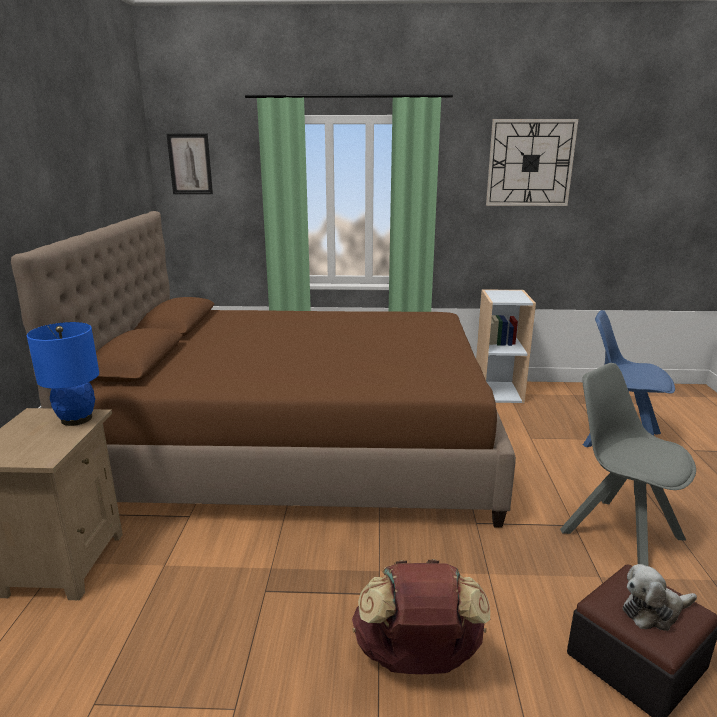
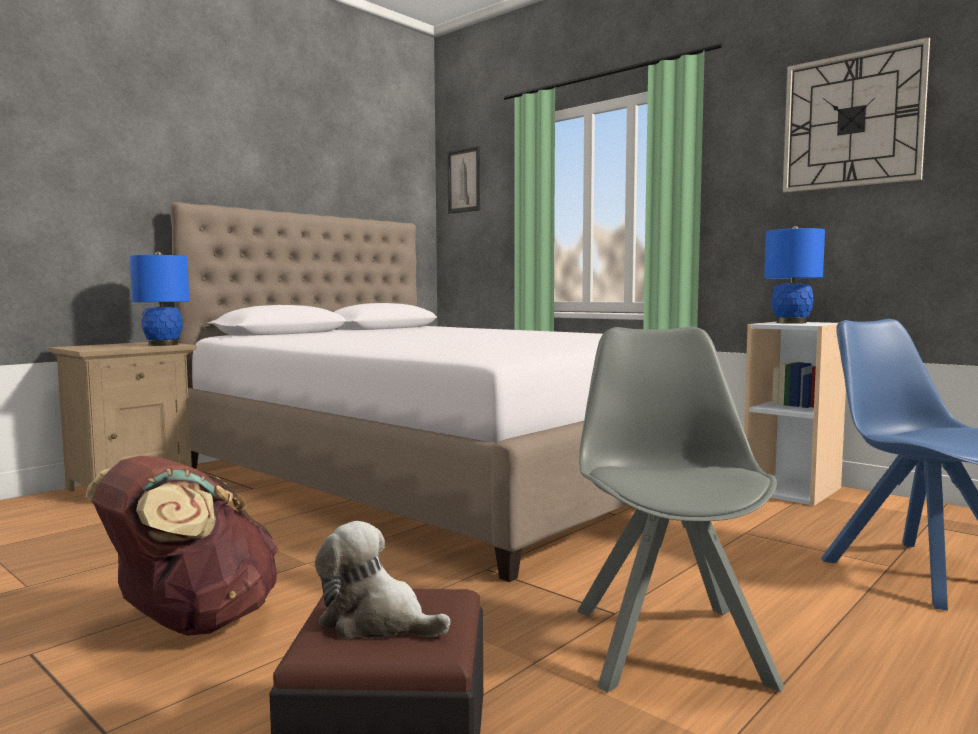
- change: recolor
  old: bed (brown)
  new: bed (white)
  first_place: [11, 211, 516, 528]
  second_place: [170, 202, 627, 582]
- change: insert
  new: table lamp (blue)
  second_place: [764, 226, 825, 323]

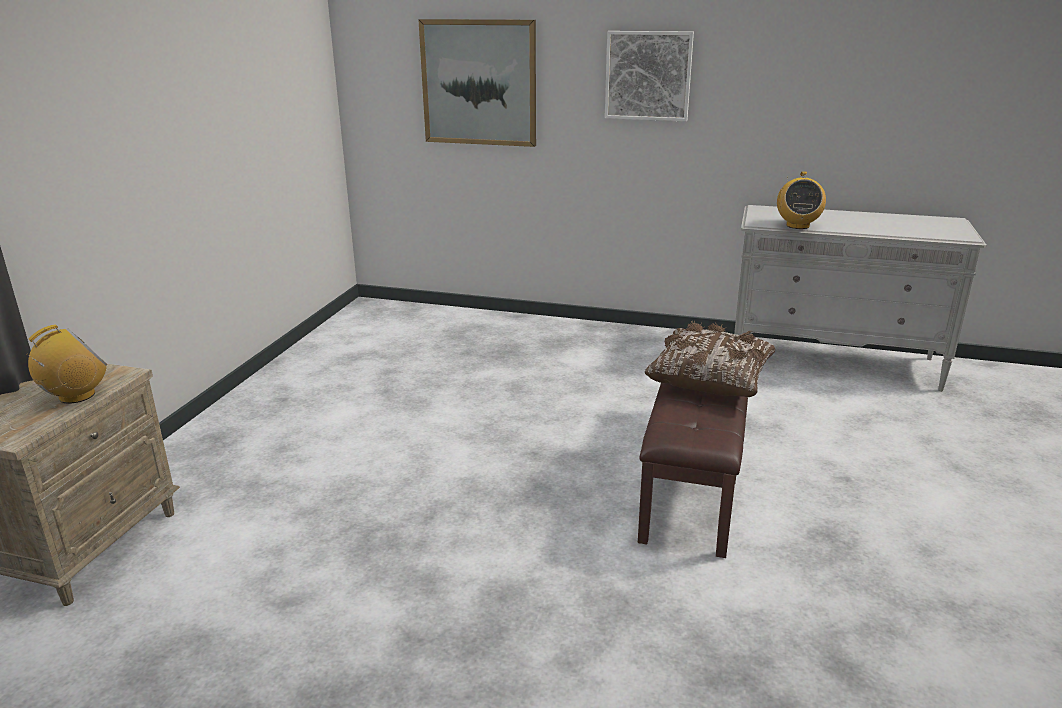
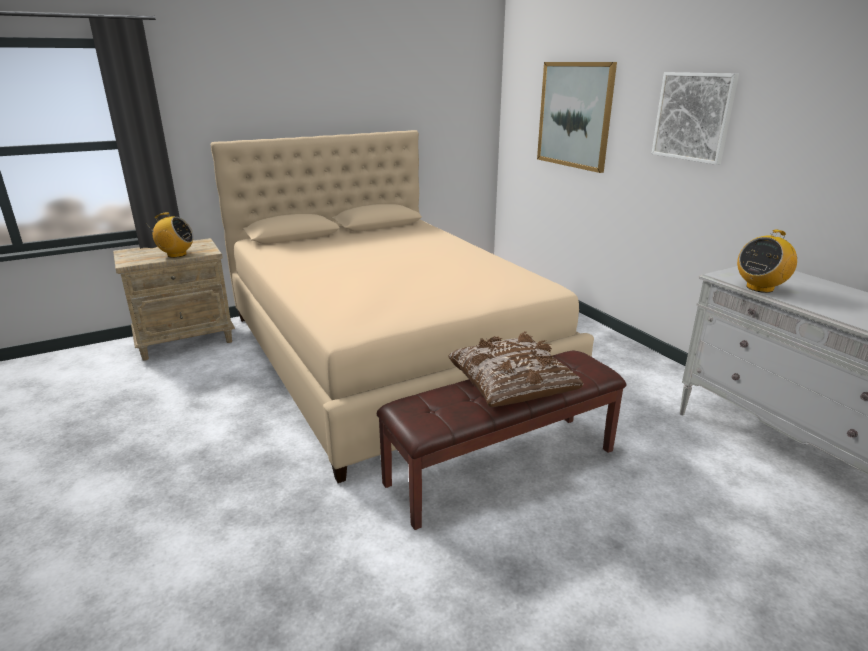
- change: insert
  new: bed (beige)
  second_place: [211, 130, 594, 483]

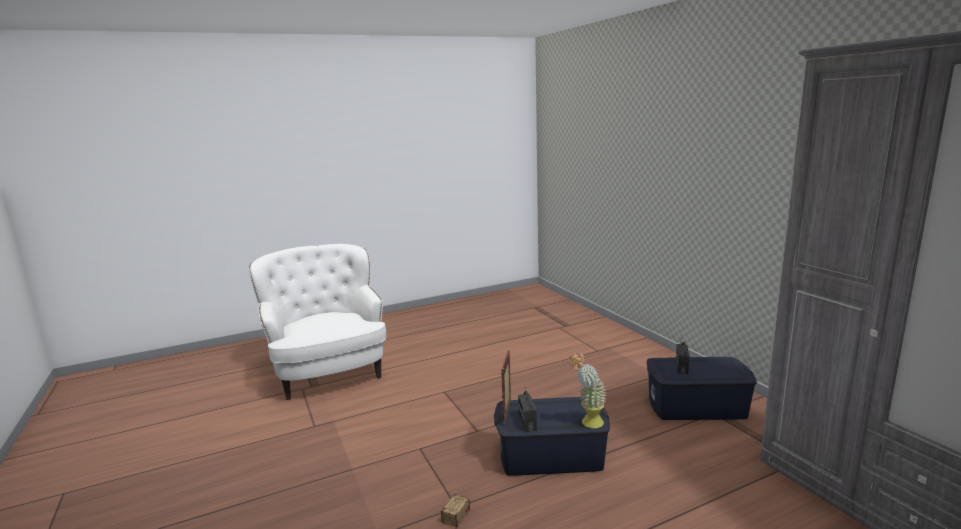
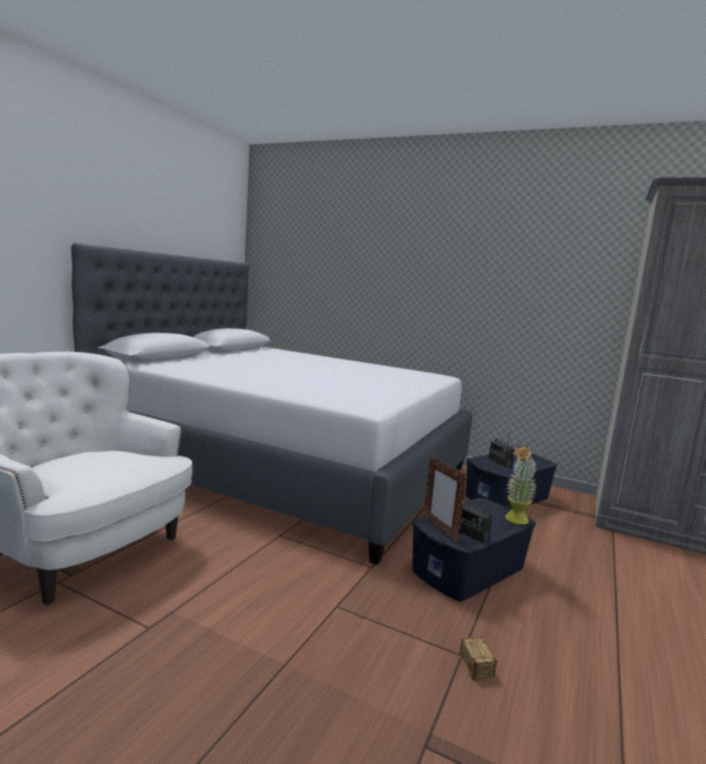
- change: insert
  new: bed (white)
  second_place: [71, 243, 472, 565]

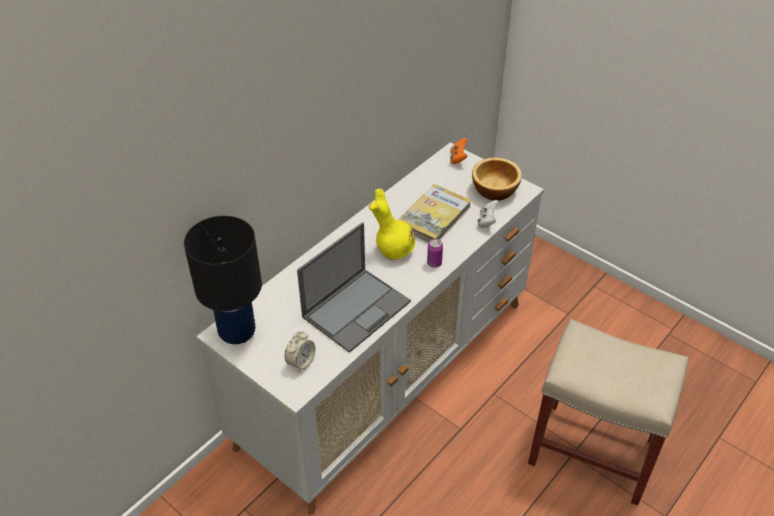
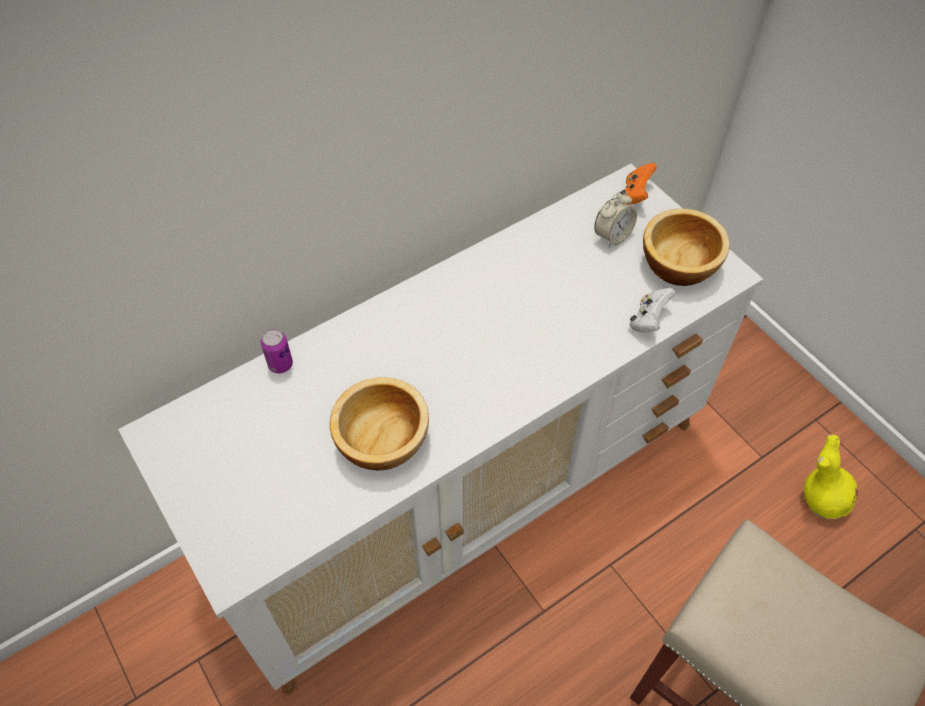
- change: delete
  old: book
  first_place: [398, 184, 472, 243]
- change: move
  old: vase (yellow)
  first_place: [369, 189, 415, 260]
  second_place: [804, 434, 858, 519]
- change: delete
  old: table lamp (black)
  first_place: [184, 216, 262, 344]
- change: replace
  old: laptop
  new: bowl
  first_place: [297, 222, 411, 353]
  second_place: [330, 377, 429, 470]
- change: move
  old: can
  first_place: [427, 239, 443, 267]
  second_place: [260, 329, 293, 373]
- change: move
  old: alarm clock
  first_place: [285, 331, 315, 372]
  second_place: [594, 191, 637, 248]

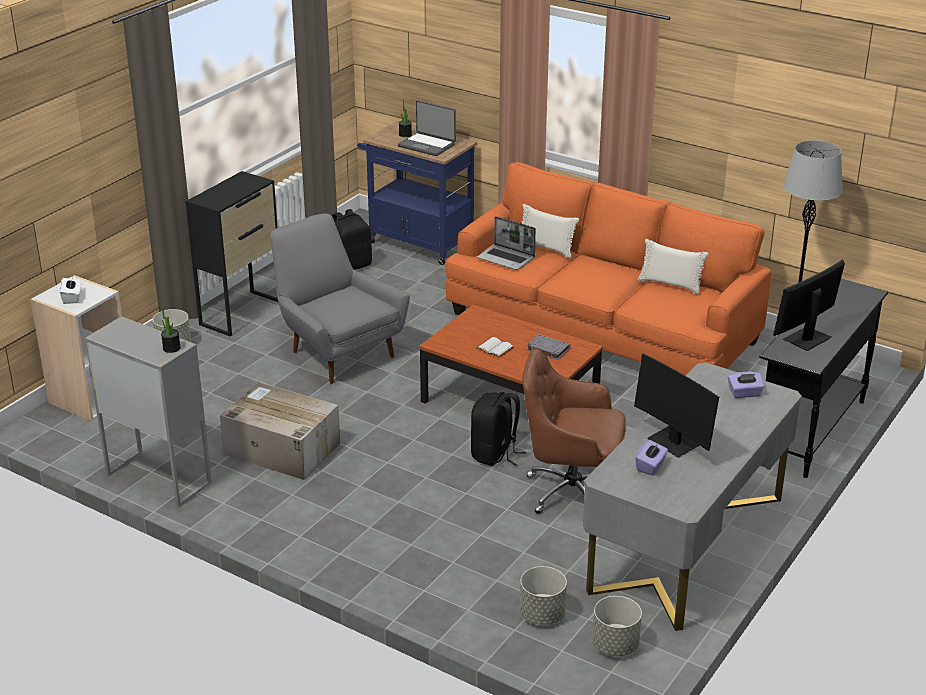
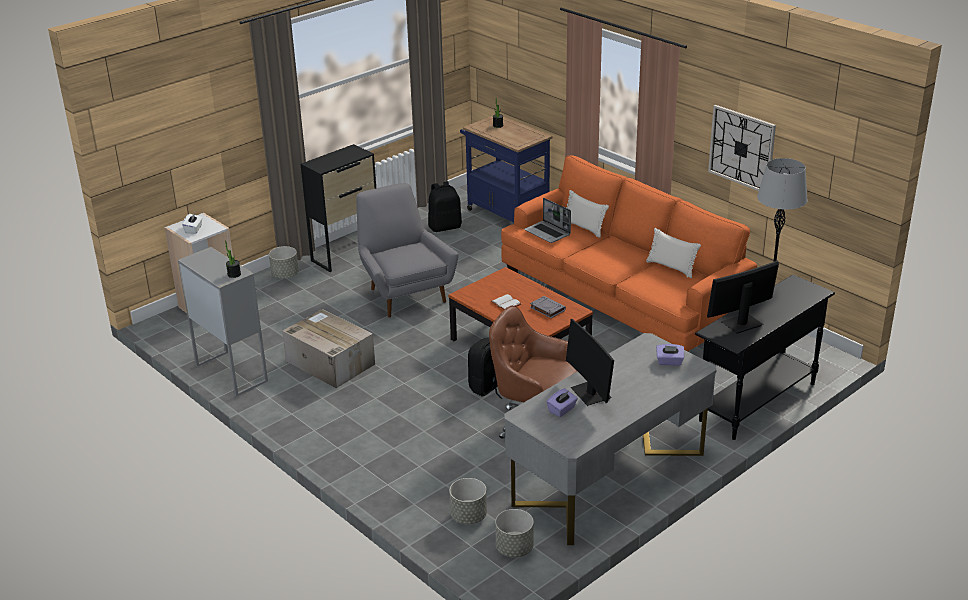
- change: delete
  old: laptop
  first_place: [398, 100, 456, 156]
- change: insert
  new: wall clock
  second_place: [708, 105, 776, 191]

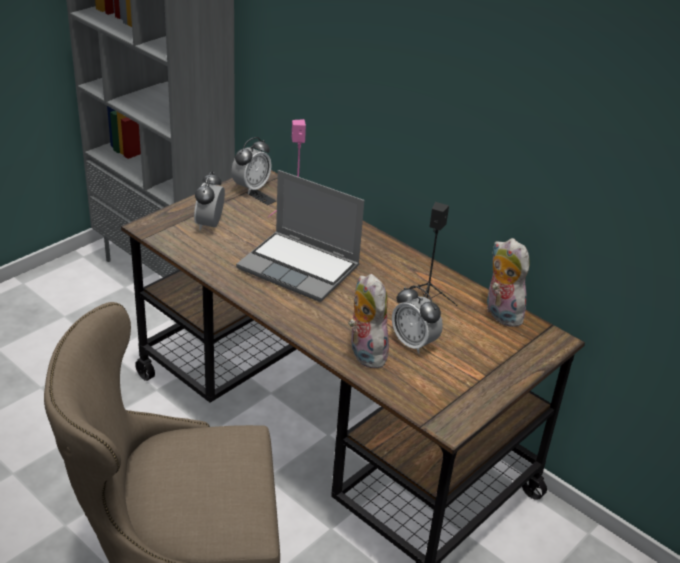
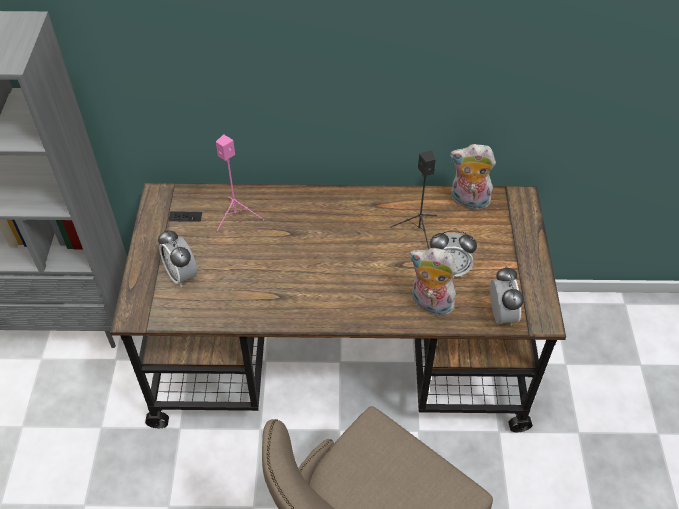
- change: move
  old: alarm clock
  first_place: [232, 137, 272, 194]
  second_place: [490, 266, 524, 326]
- change: delete
  old: laptop
  first_place: [236, 170, 365, 302]

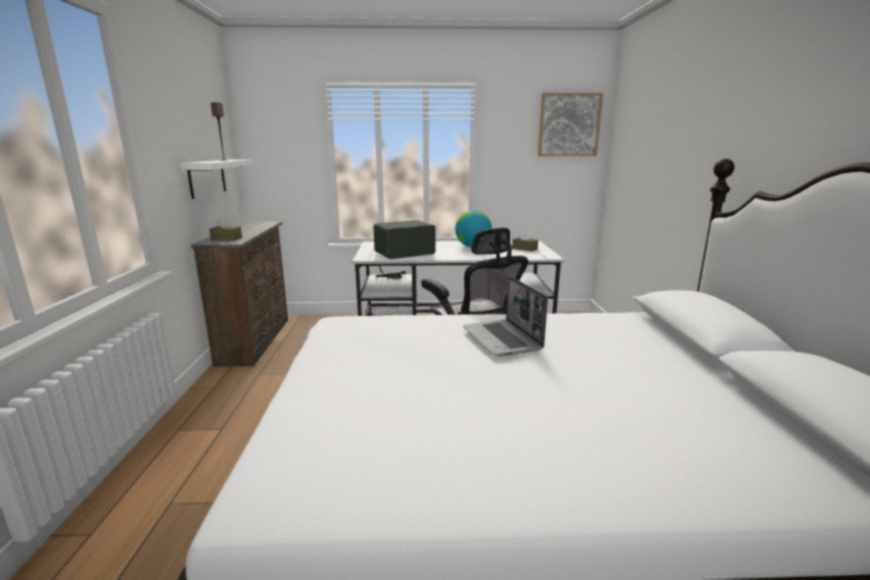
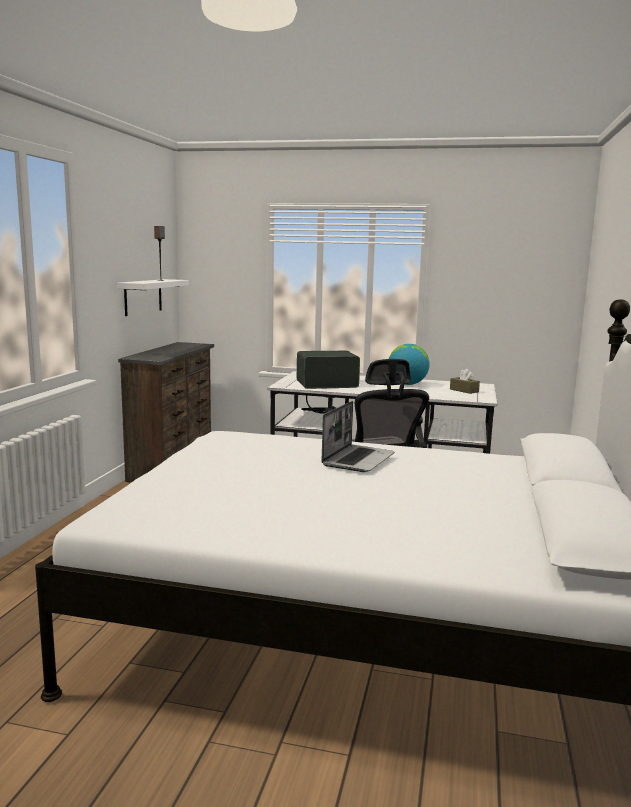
- change: delete
  old: picture
  first_place: [538, 93, 603, 156]
- change: delete
  old: tissue box (brown)
  first_place: [209, 217, 242, 241]
- change: rotate
  old: laptop
  first_place: [463, 276, 548, 356]
  second_place: [321, 401, 395, 472]
  degrees: -150

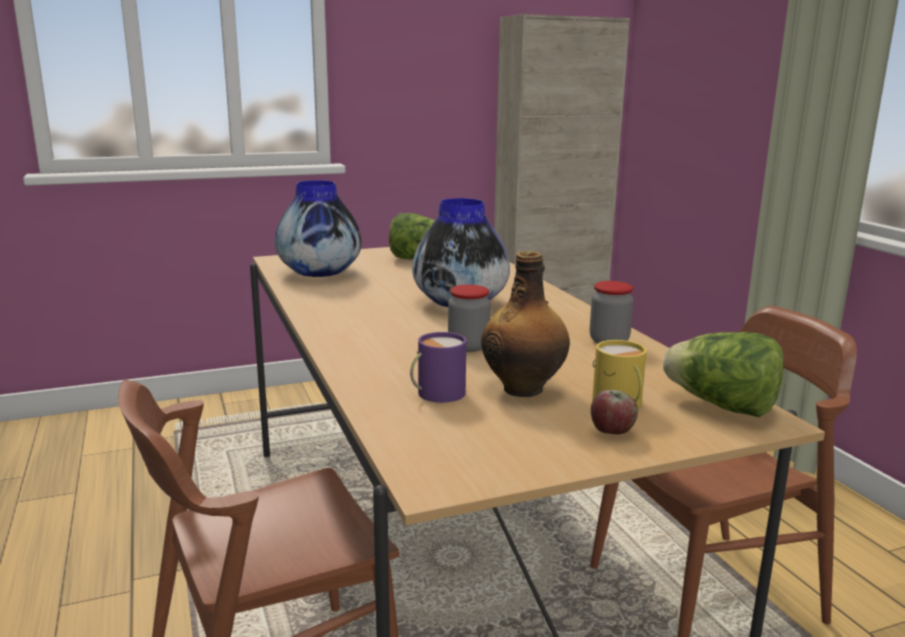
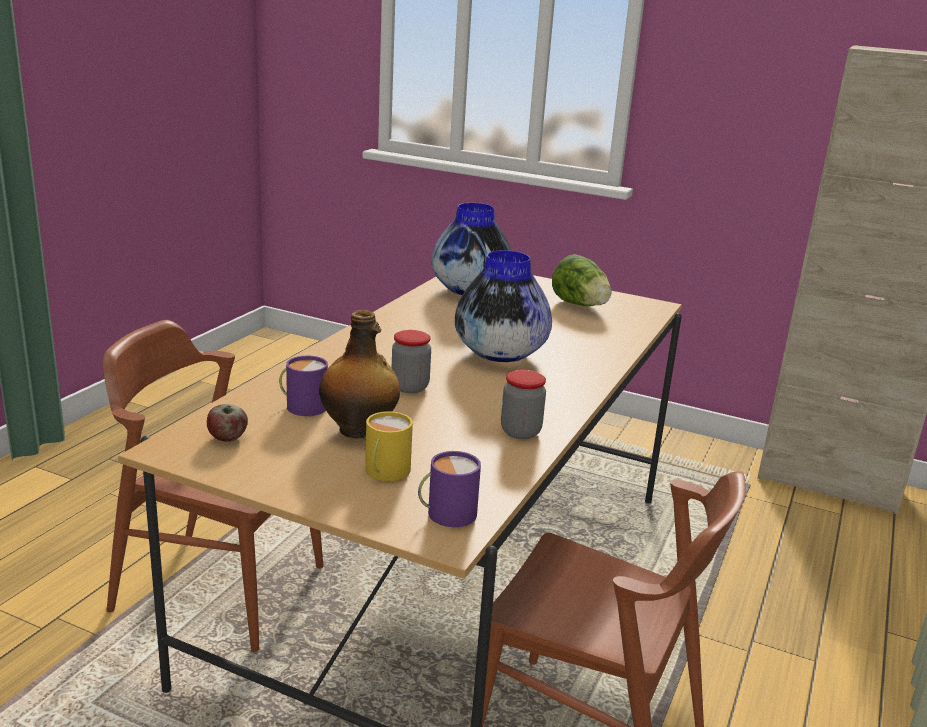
- change: replace
  old: lettuce
  new: mug (purple)
  first_place: [663, 332, 784, 417]
  second_place: [418, 451, 481, 527]
- change: move
  old: apple
  first_place: [591, 390, 638, 434]
  second_place: [207, 404, 248, 442]

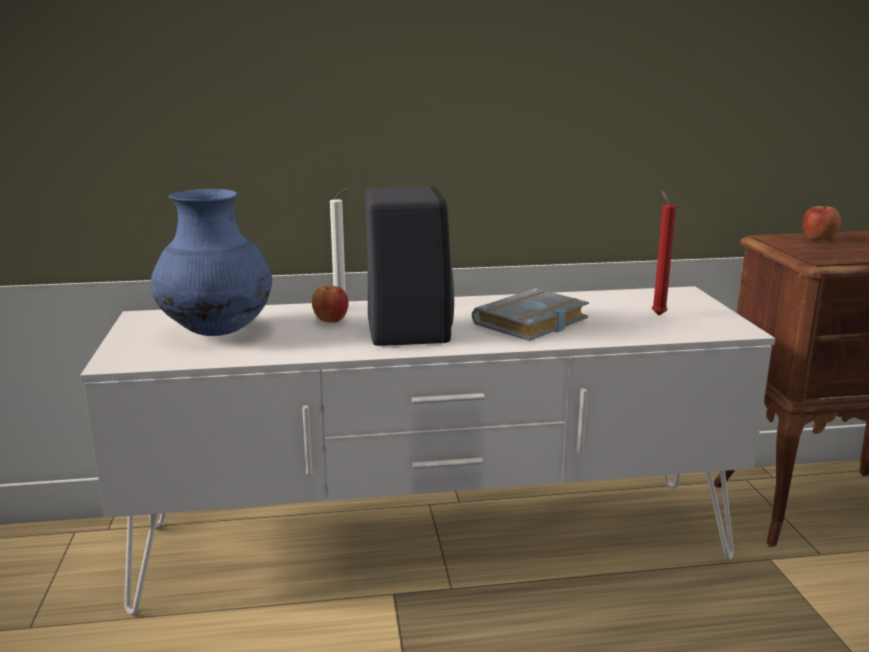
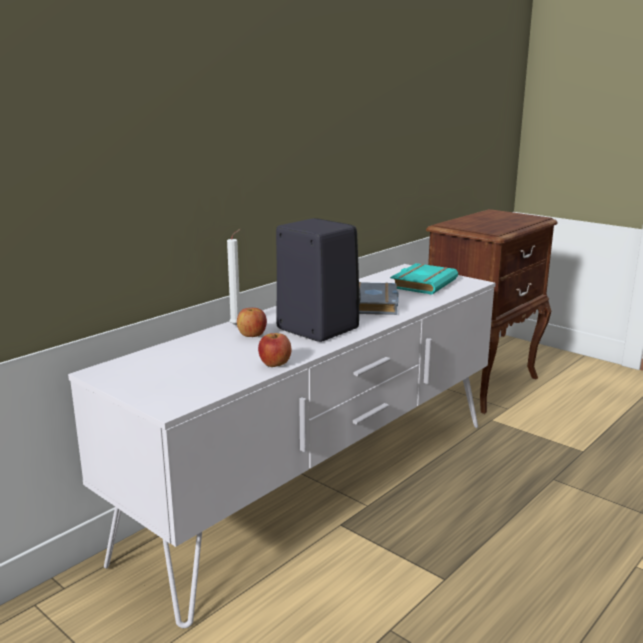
- change: delete
  old: vase (blue)
  first_place: [151, 189, 272, 336]
- change: replace
  old: candle (red)
  new: book (turquoise)
  first_place: [652, 191, 676, 315]
  second_place: [390, 263, 458, 294]
- change: move
  old: apple
  first_place: [803, 206, 841, 240]
  second_place: [258, 333, 291, 367]

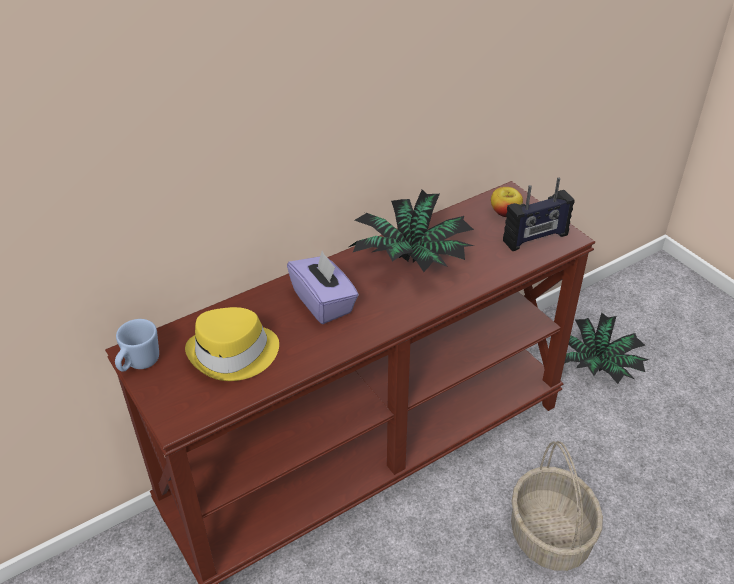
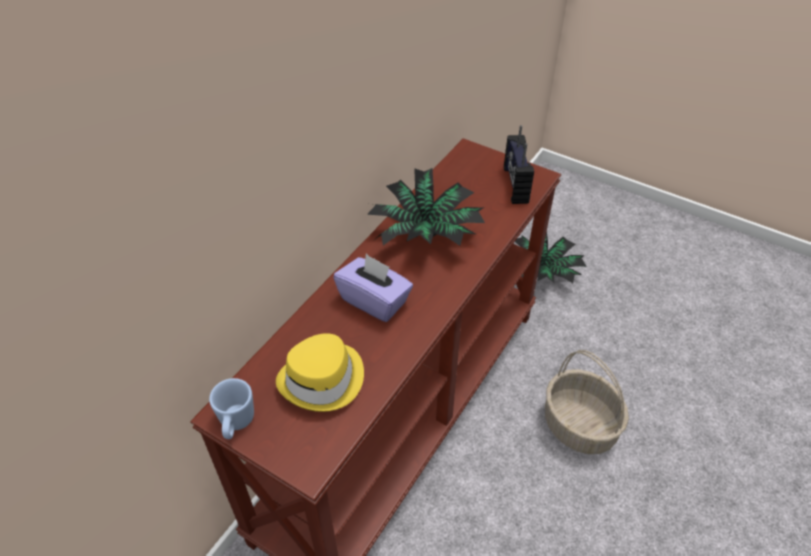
- change: rotate
  old: radio
  first_place: [503, 178, 575, 251]
  second_place: [504, 125, 534, 204]
  degrees: 135
- change: delete
  old: apple
  first_place: [491, 187, 523, 217]

